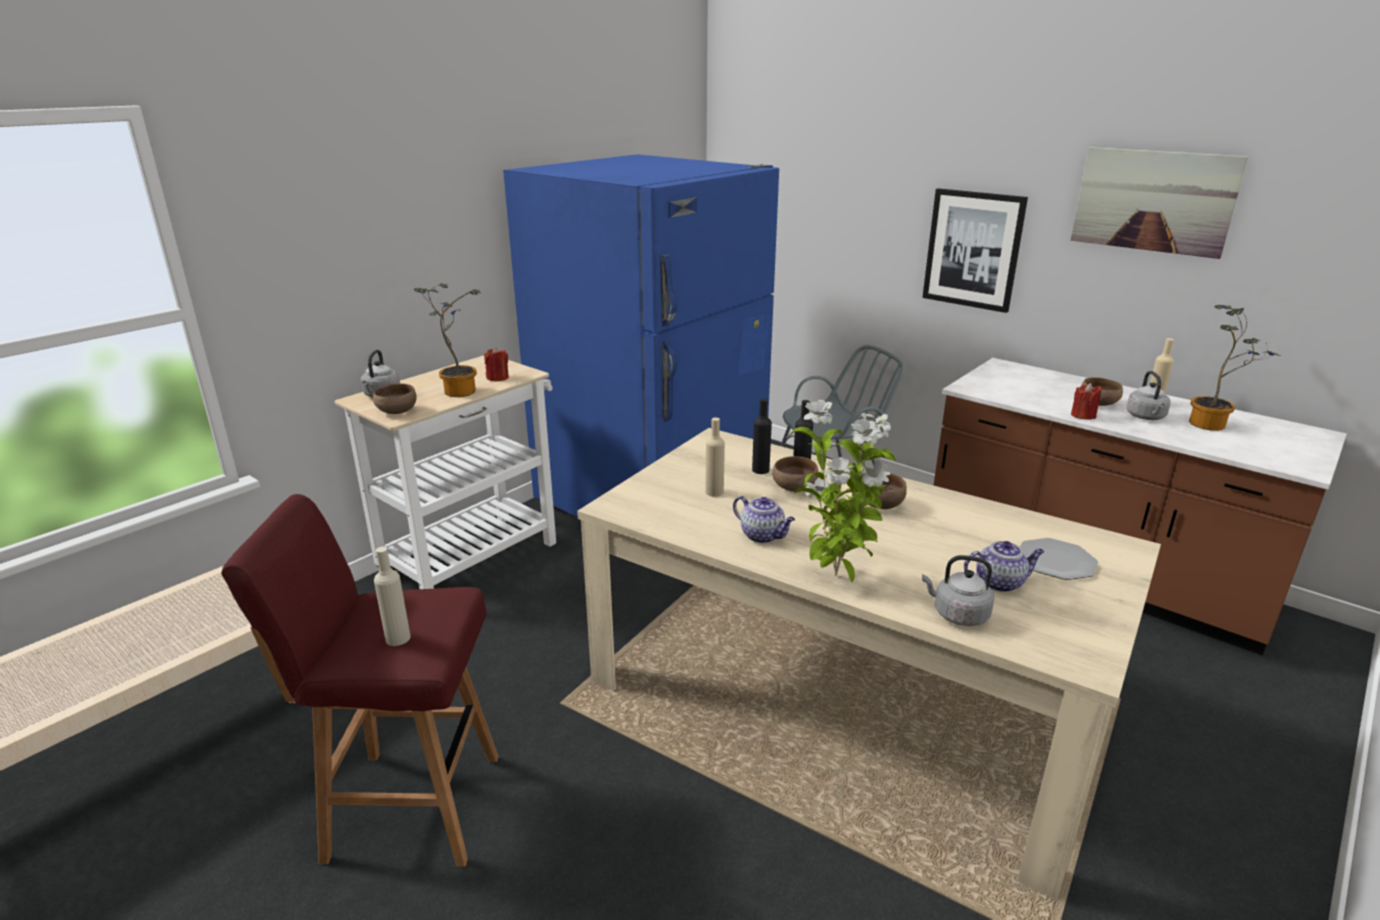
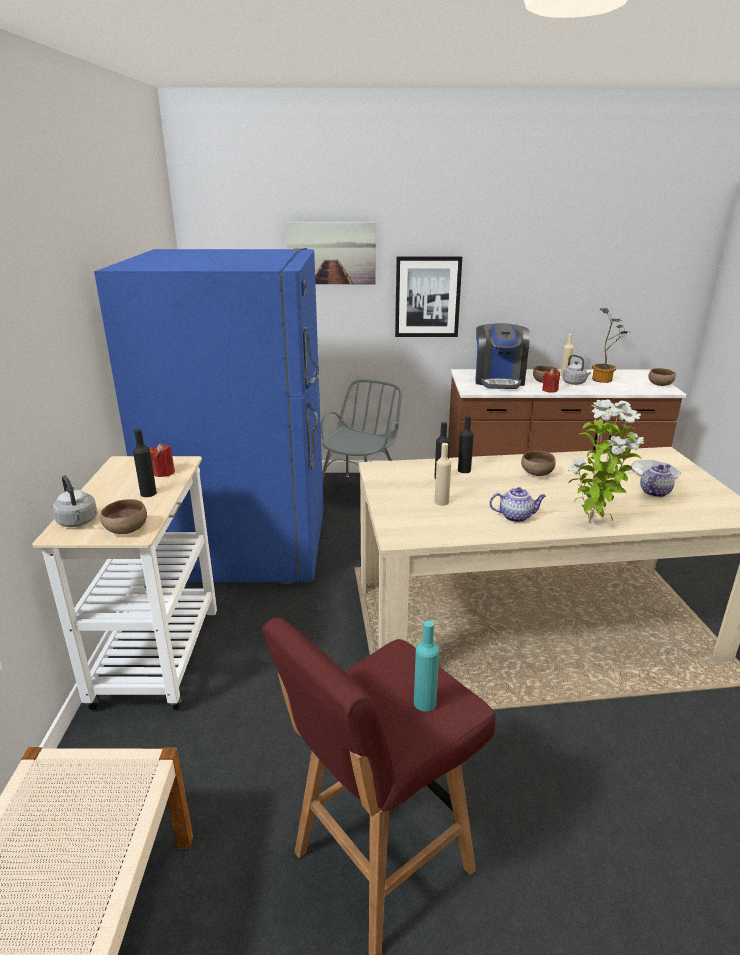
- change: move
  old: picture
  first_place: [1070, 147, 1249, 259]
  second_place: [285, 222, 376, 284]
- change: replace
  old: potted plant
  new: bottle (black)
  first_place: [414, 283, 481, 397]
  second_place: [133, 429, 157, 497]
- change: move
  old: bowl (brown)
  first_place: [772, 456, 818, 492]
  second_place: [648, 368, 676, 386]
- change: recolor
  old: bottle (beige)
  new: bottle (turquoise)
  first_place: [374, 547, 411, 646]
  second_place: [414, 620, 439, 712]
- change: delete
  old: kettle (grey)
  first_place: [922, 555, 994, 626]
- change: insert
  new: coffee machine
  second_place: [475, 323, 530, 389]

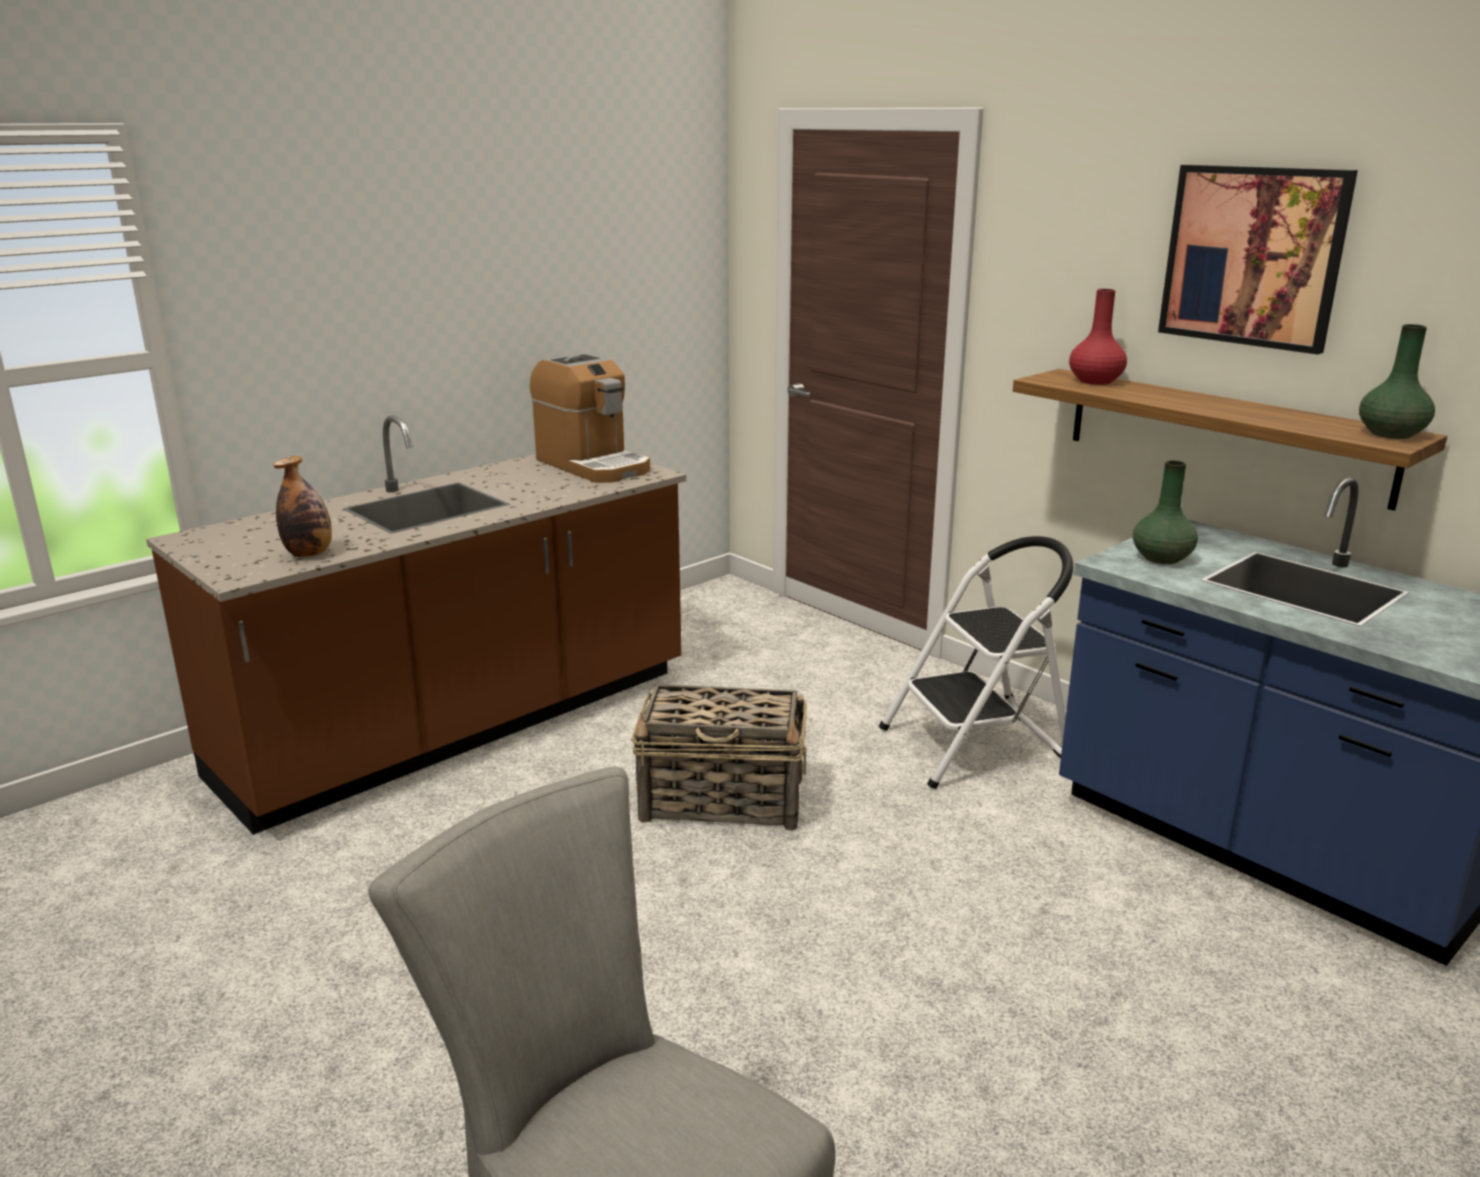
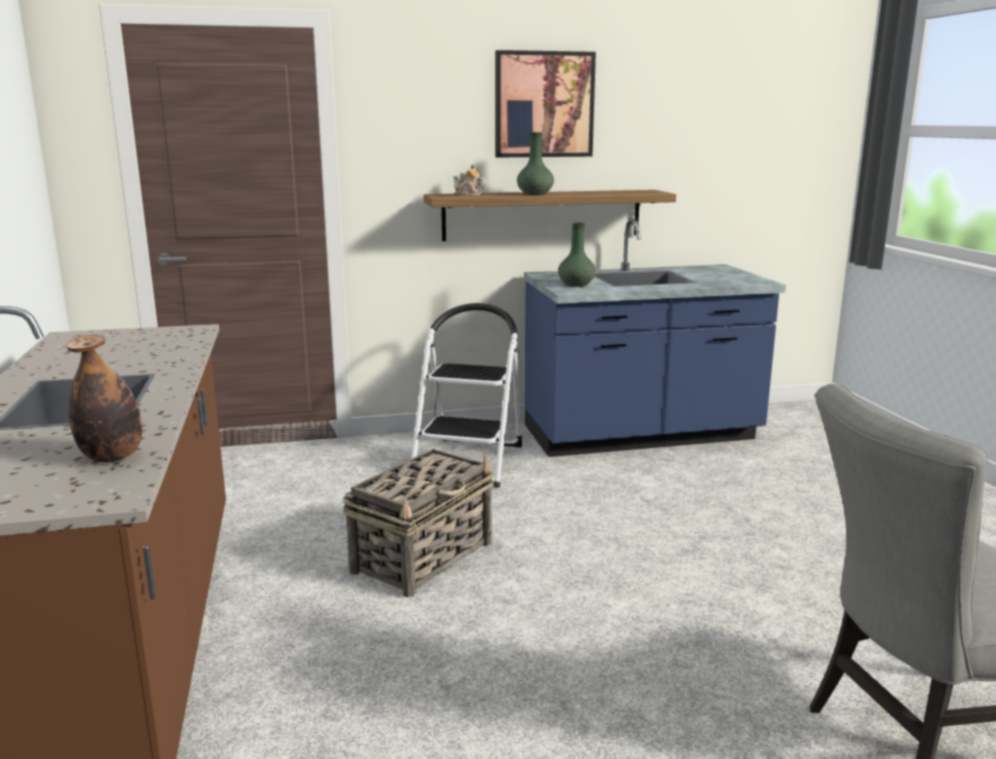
- change: replace
  old: vase (red)
  new: teapot
  first_place: [1069, 289, 1127, 385]
  second_place: [453, 164, 485, 195]
- change: move
  old: vase (green)
  first_place: [1359, 324, 1435, 439]
  second_place: [517, 132, 554, 195]
- change: delete
  old: coffee machine
  first_place: [530, 353, 650, 483]

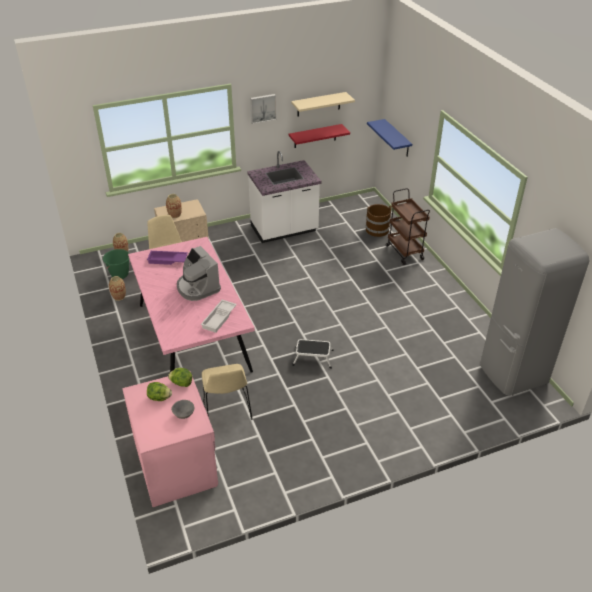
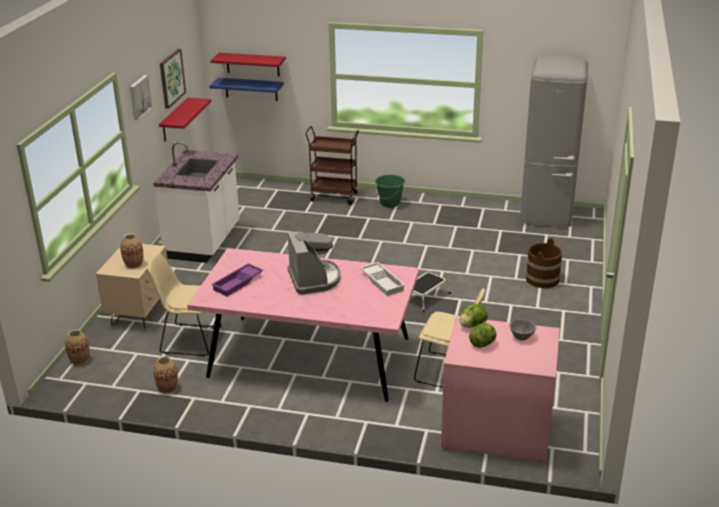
- change: replace
  old: shelf (beige)
  new: picture
  first_place: [291, 92, 355, 117]
  second_place: [160, 49, 186, 109]
- change: move
  old: bucket (brown)
  first_place: [366, 204, 391, 237]
  second_place: [526, 238, 562, 288]
- change: rotate
  old: coffee machine
  first_place: [177, 246, 221, 301]
  second_place: [288, 232, 340, 295]
  degrees: -105
- change: move
  old: bucket (green)
  first_place: [103, 249, 130, 279]
  second_place: [375, 175, 405, 208]
- change: insert
  new: shelf (red)
  second_place: [210, 53, 286, 76]

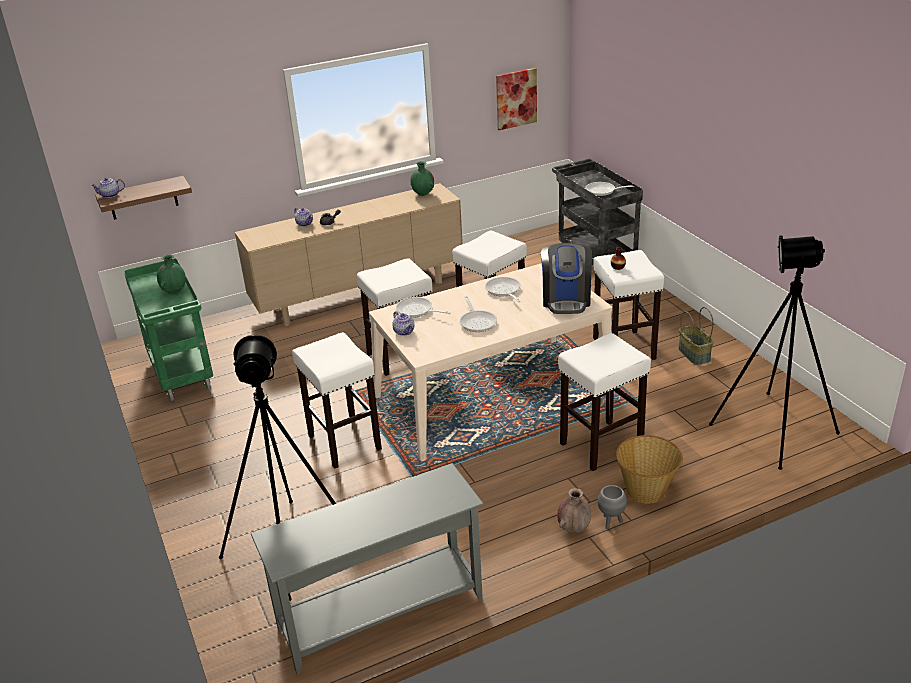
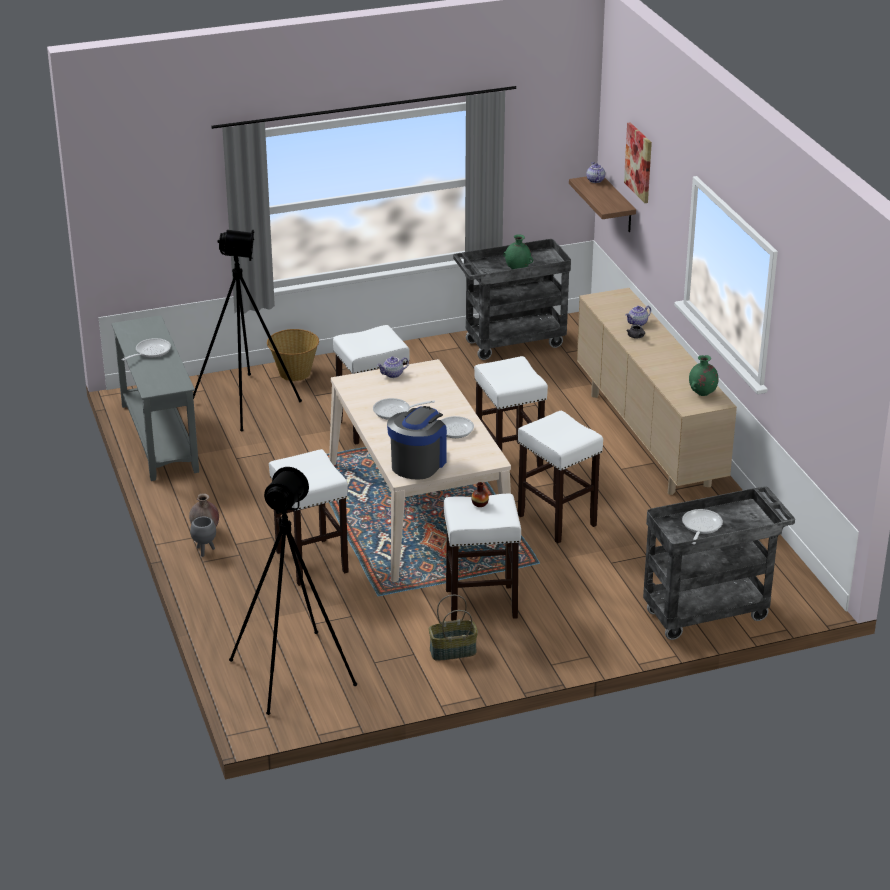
- change: move
  old: picture
  first_place: [496, 68, 537, 130]
  second_place: [624, 122, 652, 203]
- change: rotate
  old: coffee machine
  first_place: [541, 243, 592, 314]
  second_place: [387, 406, 447, 479]
  degrees: 105
- change: recolor
  old: cart (green)
  new: cart (black)
  first_place: [124, 258, 213, 401]
  second_place: [453, 239, 571, 360]
- change: move
  old: frying pan
  first_place: [396, 297, 451, 318]
  second_place: [121, 338, 171, 361]
- change: move
  old: basket
  first_place: [616, 435, 683, 504]
  second_place: [267, 329, 319, 381]

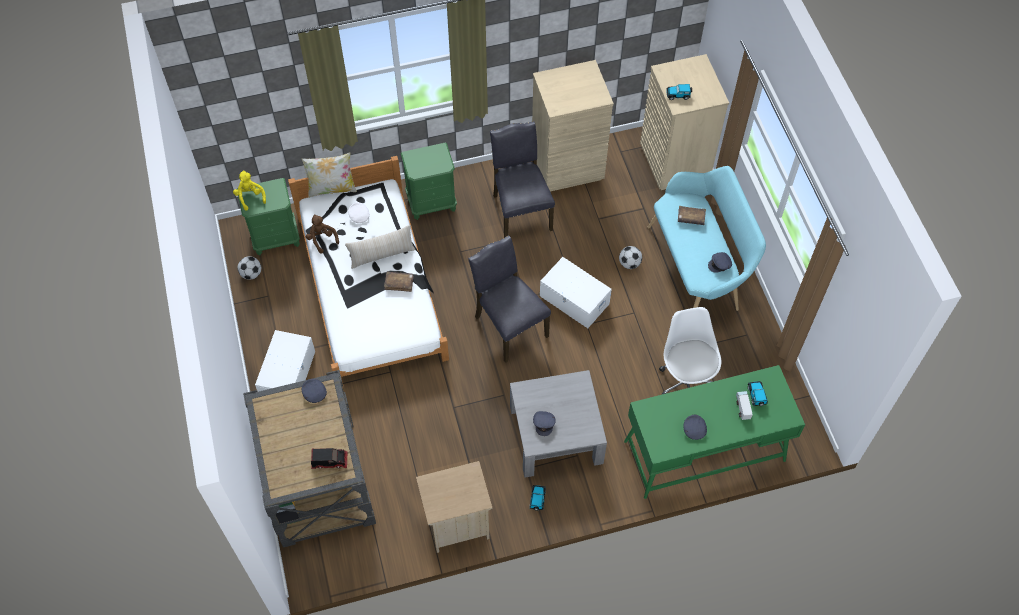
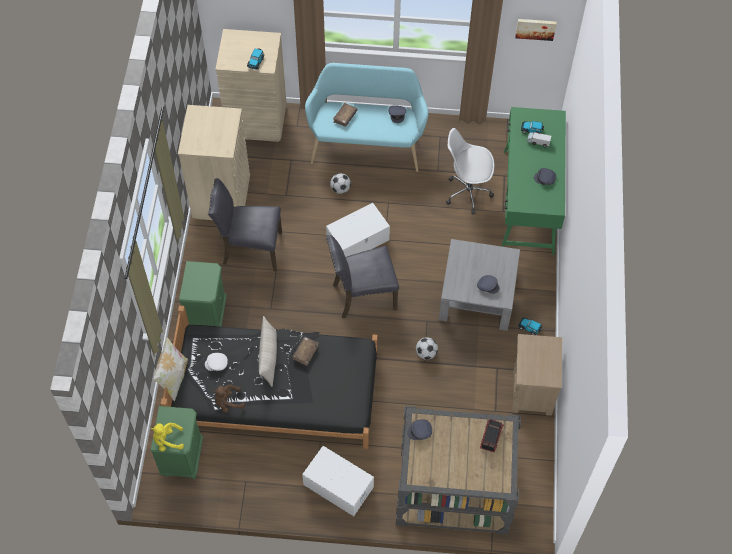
- change: recolor
  old: bed (white)
  new: bed (black)
  first_place: [288, 156, 449, 386]
  second_place: [160, 305, 378, 449]
- change: move
  old: football
  first_place: [238, 256, 261, 280]
  second_place: [416, 337, 438, 360]
- change: insert
  new: picture
  second_place: [515, 19, 556, 41]

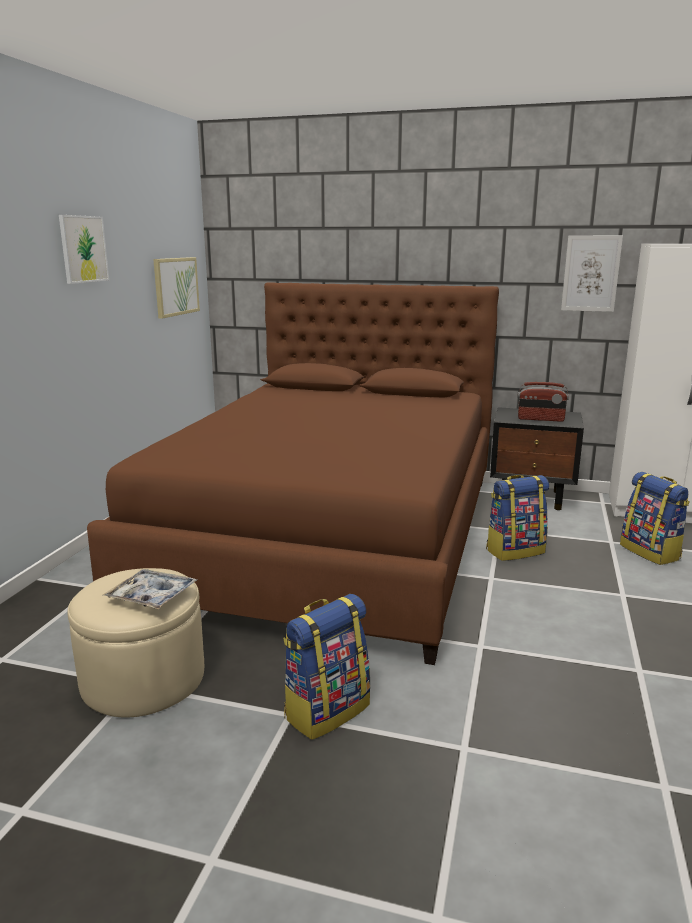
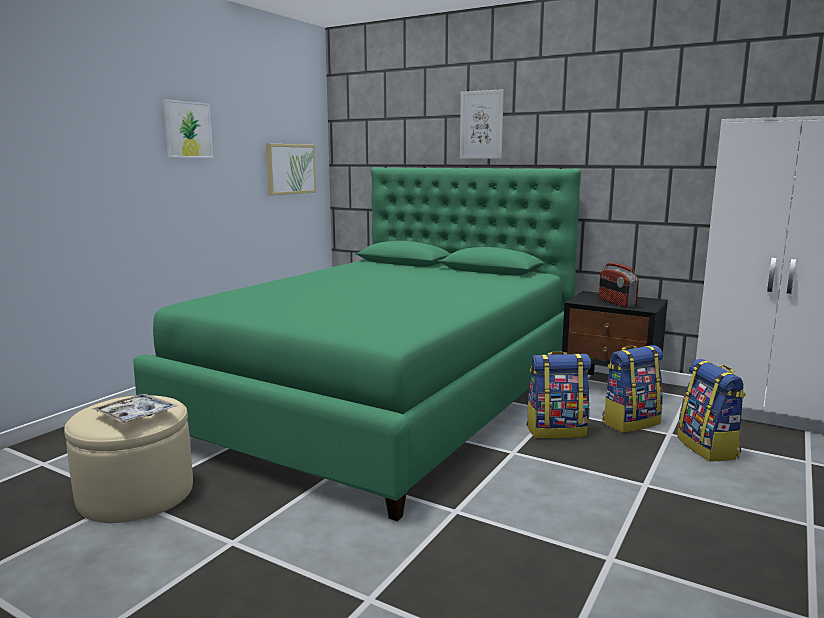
- change: move
  old: picture
  first_place: [561, 235, 623, 312]
  second_place: [460, 89, 504, 159]
- change: recolor
  old: bed (brown)
  new: bed (green)
  first_place: [87, 282, 499, 665]
  second_place: [133, 167, 581, 521]
- change: rotate
  old: radio
  first_place: [518, 382, 569, 422]
  second_place: [599, 263, 639, 308]
  degrees: 45
- change: move
  old: backpack
  first_place: [283, 594, 370, 740]
  second_place: [602, 345, 663, 433]

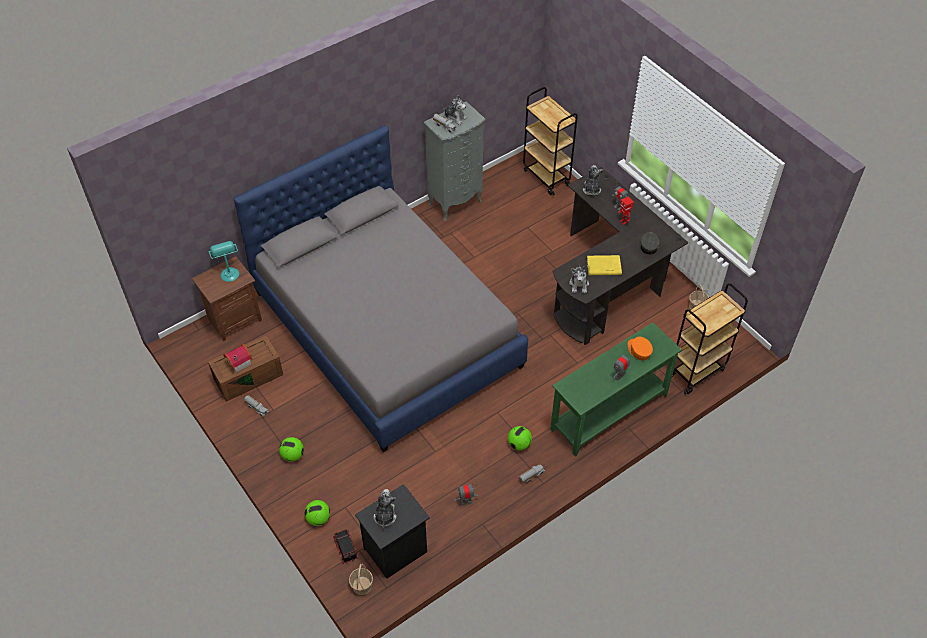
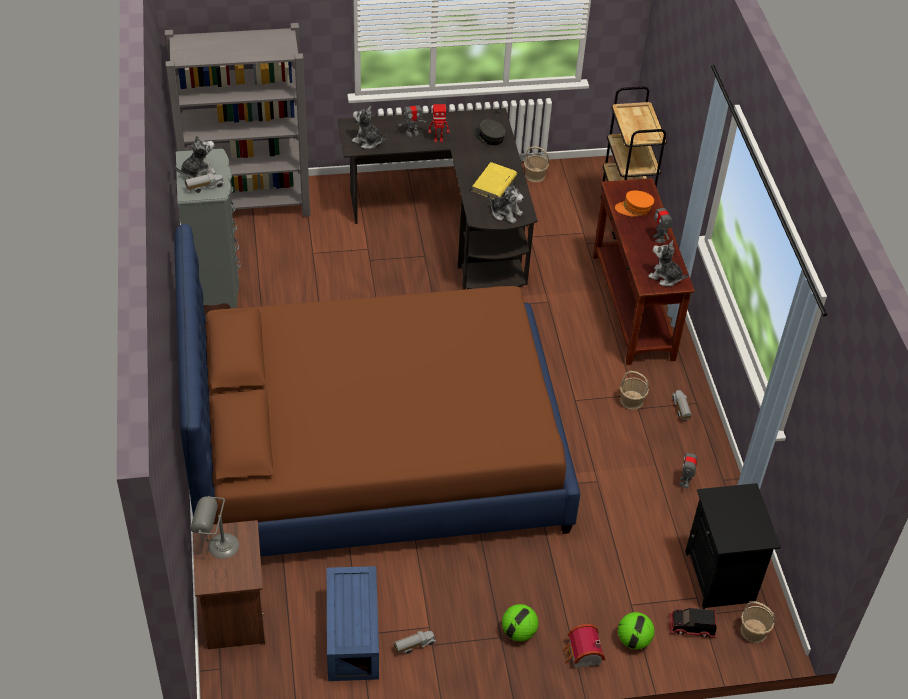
- change: replace
  old: cart (brown)
  new: bookcase (grey)
  first_place: [523, 87, 578, 195]
  second_place: [165, 23, 310, 217]
- change: recolor
  old: bed (grey)
  new: bed (brown)
  first_place: [233, 125, 528, 452]
  second_place: [174, 224, 580, 557]
- change: recolor
  old: table lamp (turquoise)
  new: table lamp (grey)
  first_place: [209, 241, 239, 282]
  second_place: [191, 496, 239, 559]
- change: recolor
  old: console table (green)
  new: console table (brown)
  first_place: [550, 322, 682, 457]
  second_place: [593, 178, 695, 365]
- change: recolor
  old: storage box (brown)
  new: storage box (blue)
  first_place: [208, 335, 283, 402]
  second_place: [327, 566, 379, 681]
- change: move
  old: toy house
  first_place: [224, 344, 252, 373]
  second_place: [563, 624, 605, 668]
- change: replace
  old: football
  new: basket
  first_place: [508, 426, 532, 450]
  second_place: [620, 371, 649, 410]
- change: move
  old: plush toy
  first_place: [374, 489, 397, 528]
  second_place: [648, 240, 689, 286]

